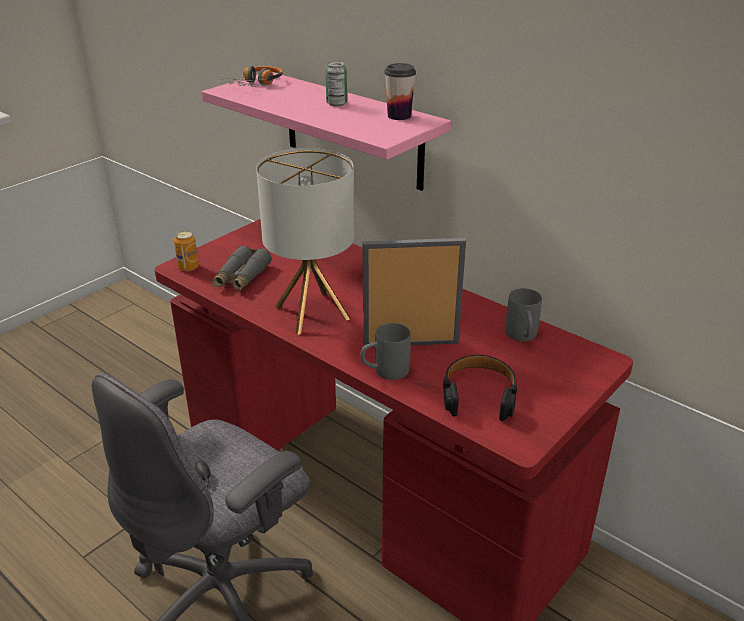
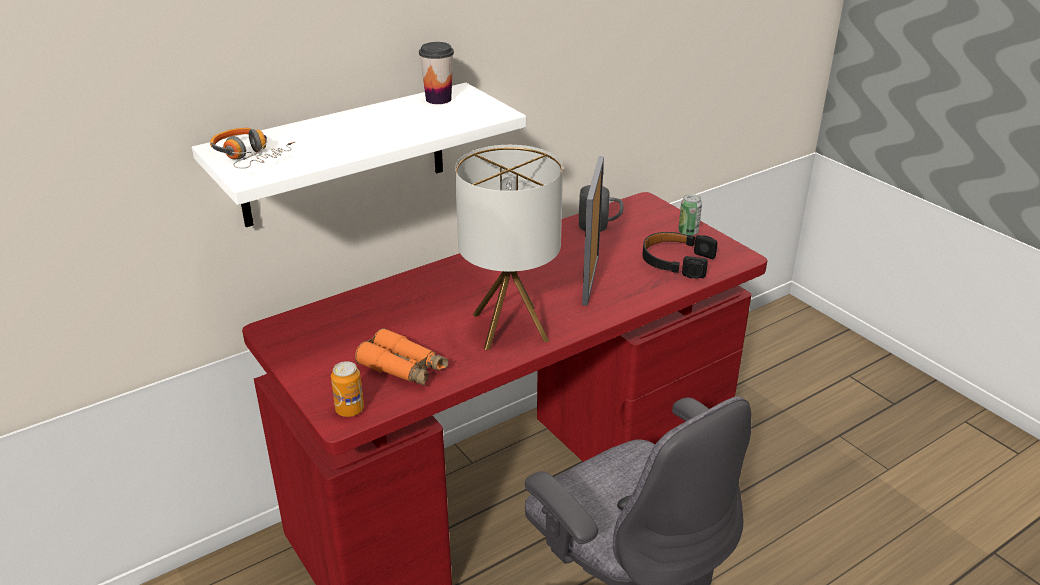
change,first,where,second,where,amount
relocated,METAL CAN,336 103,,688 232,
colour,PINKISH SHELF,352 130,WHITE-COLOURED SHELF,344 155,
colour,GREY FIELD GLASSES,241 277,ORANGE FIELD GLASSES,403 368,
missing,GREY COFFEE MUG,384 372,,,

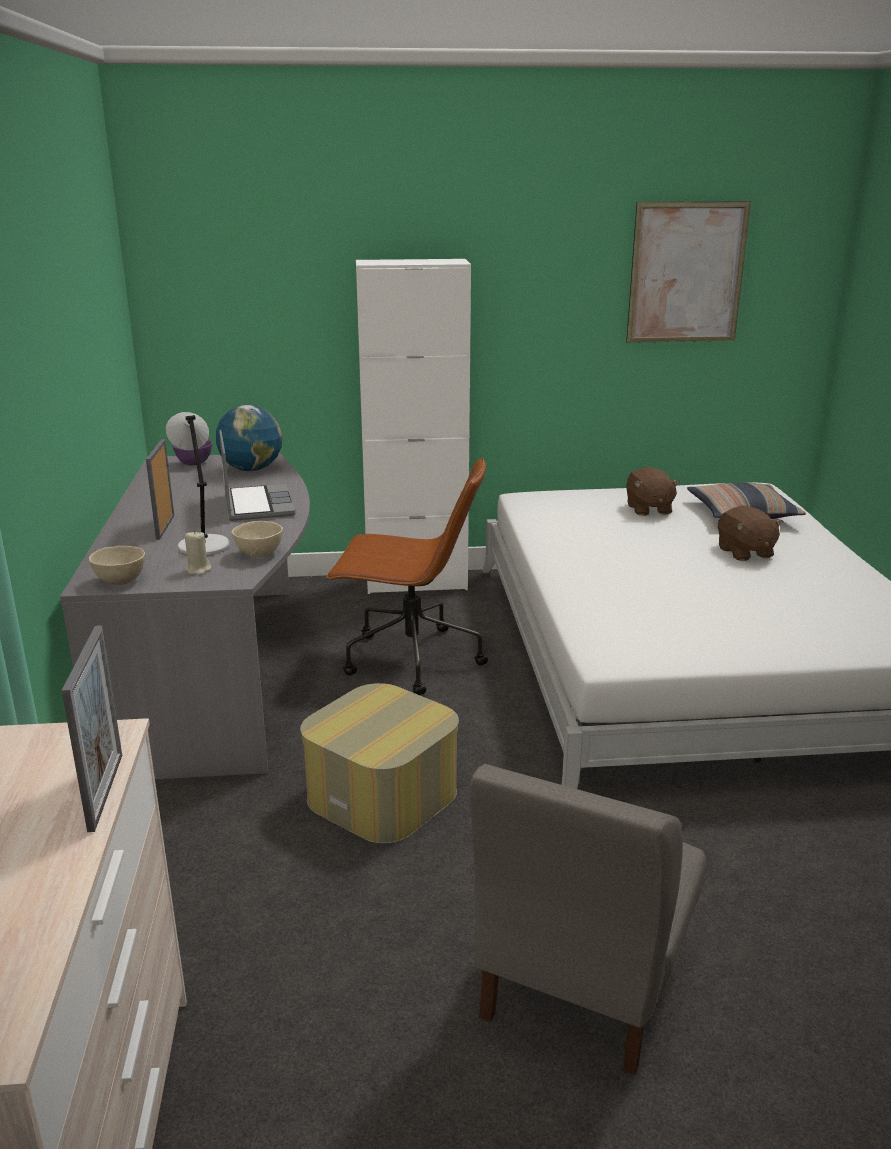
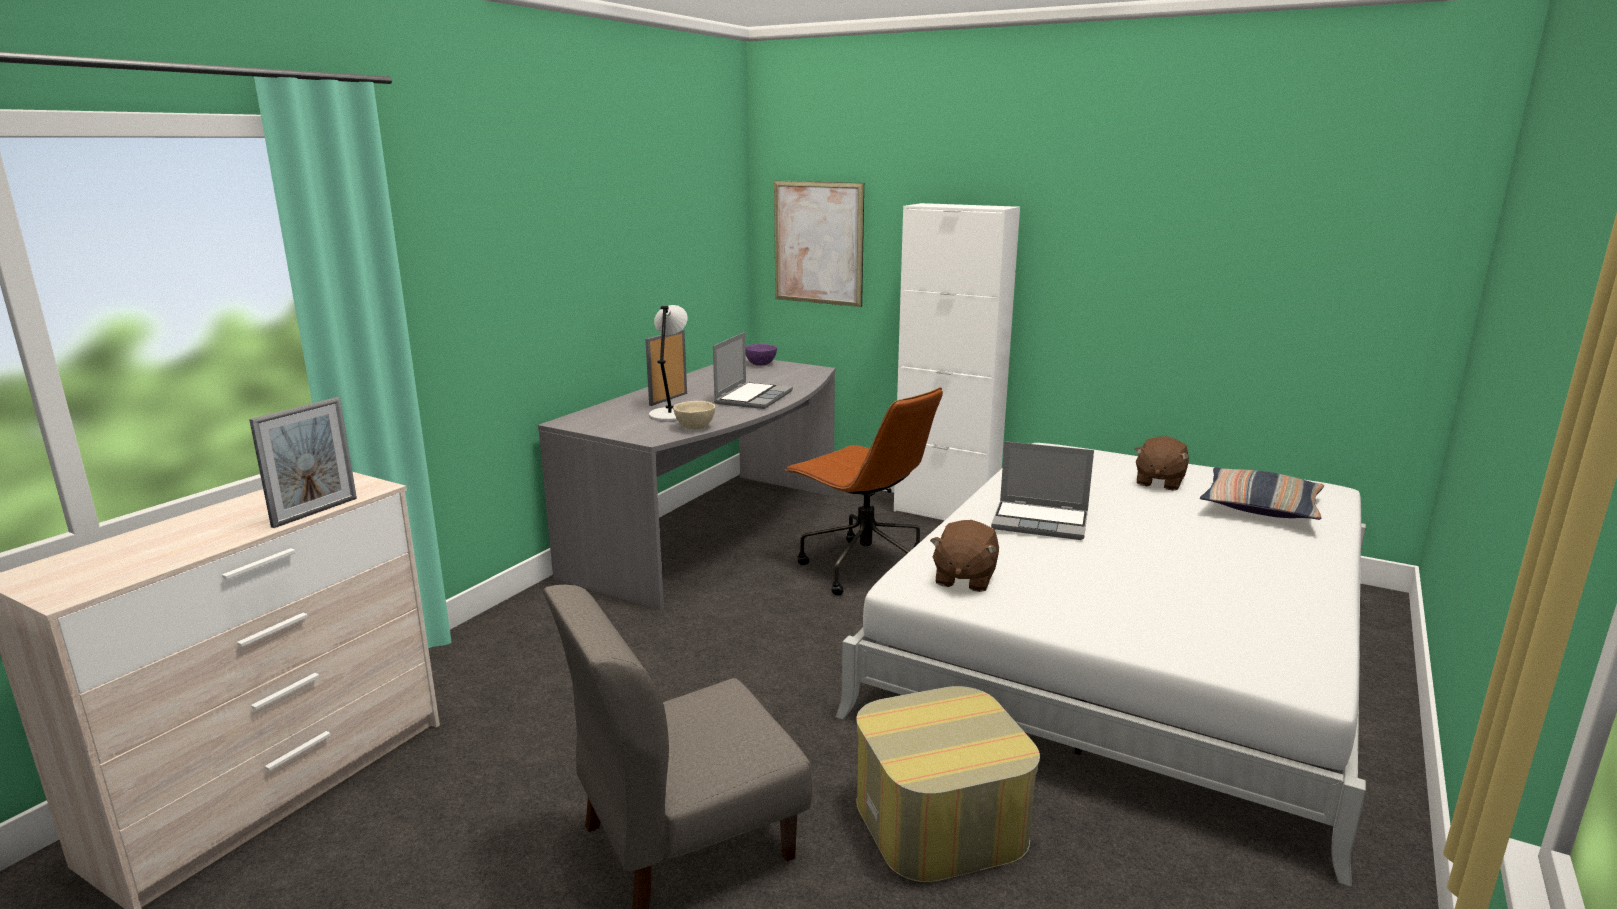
change,first,where,second,where,amount
relocated,WALL ART,686 273,,818 243,
missing,DESK GLOBE,251 469,,,
relocated,BROWN CUDDLY TOY,744 552,,964 578,
missing,BEIGE-COLOURED WAX LIGHT,198 570,,,
missing,BEIGE-COLOURED SERVING BOWL,120 581,,,
relocated,OTTOMAN,383 794,,941 819,
appeared,,,NOTEBOOK COMPUTER,1041 522,

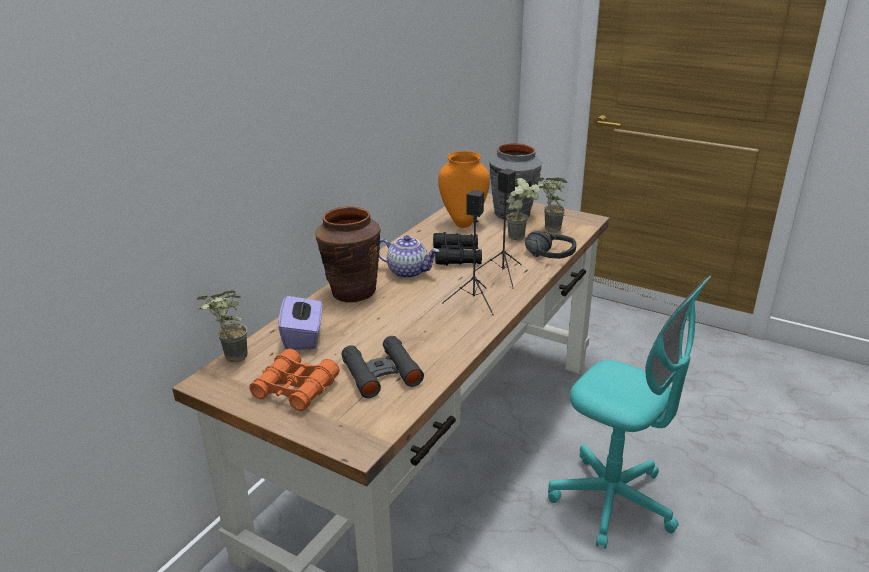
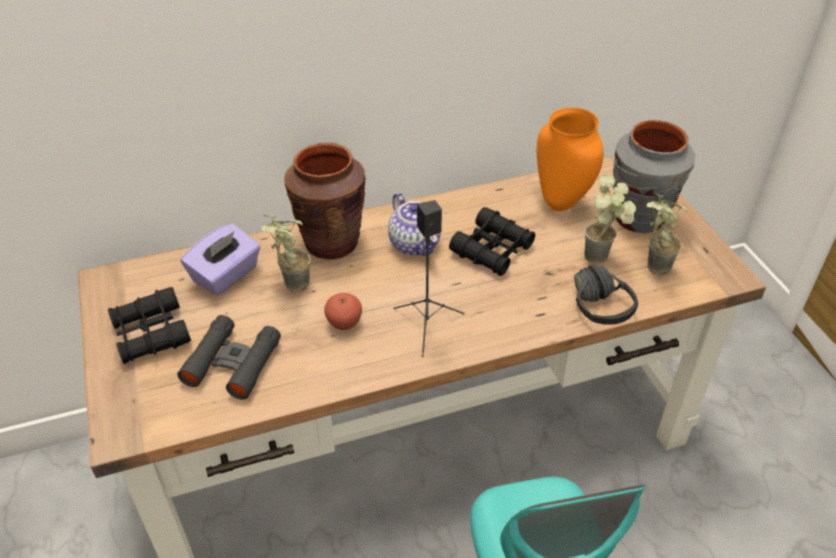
change,first,where,second,where,amount
missing,BLACK SPEAKER,503 274,,,
relocated,PLANT IN A POT,230 359,,289 284,
colour,ORANGE FIELD GLASSES,296 388,BLACK FIELD GLASSES,151 333,
appeared,,,WHOLE APPLE,344 323,

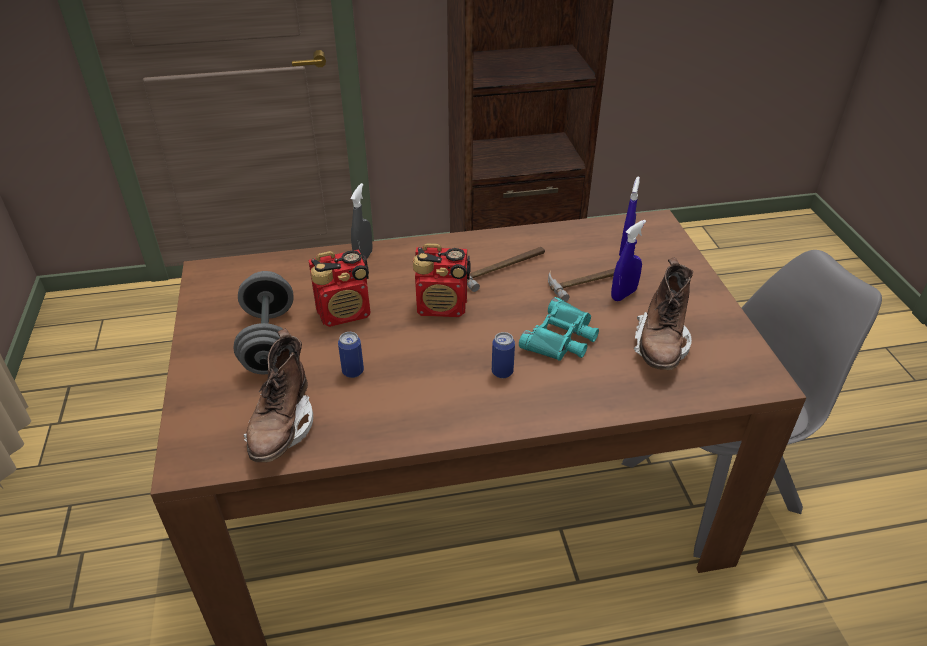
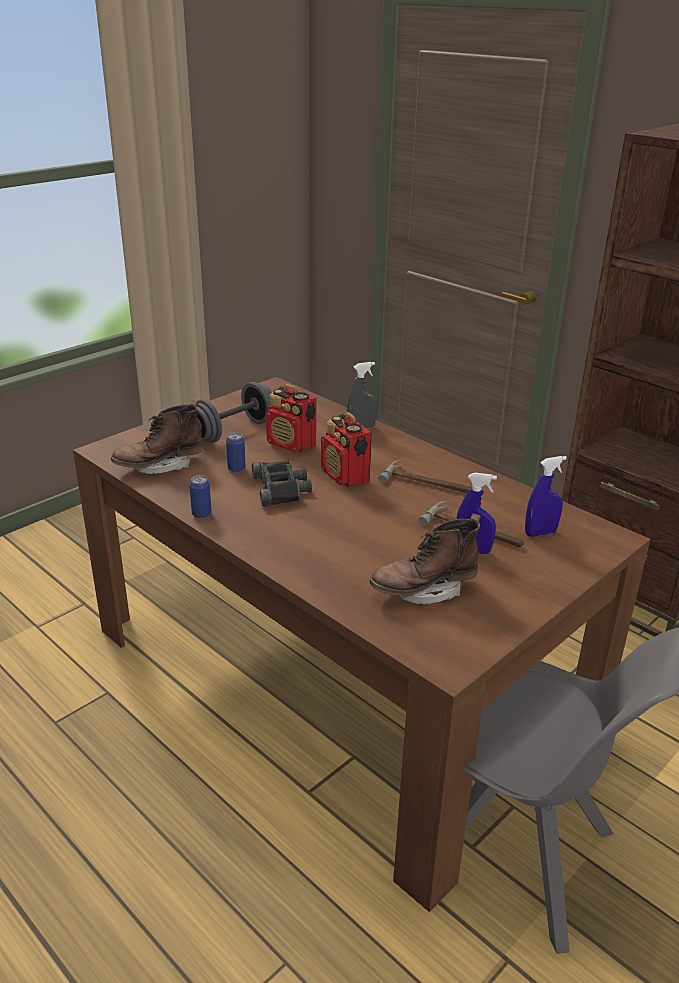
change,first,where,second,where,amount
missing,BLUE-GREEN FIELD GLASSES,561 338,,,
relocated,METAL CAN,502 372,,201 514,
appeared,,,BLACK FIELD GLASSES,281 488,

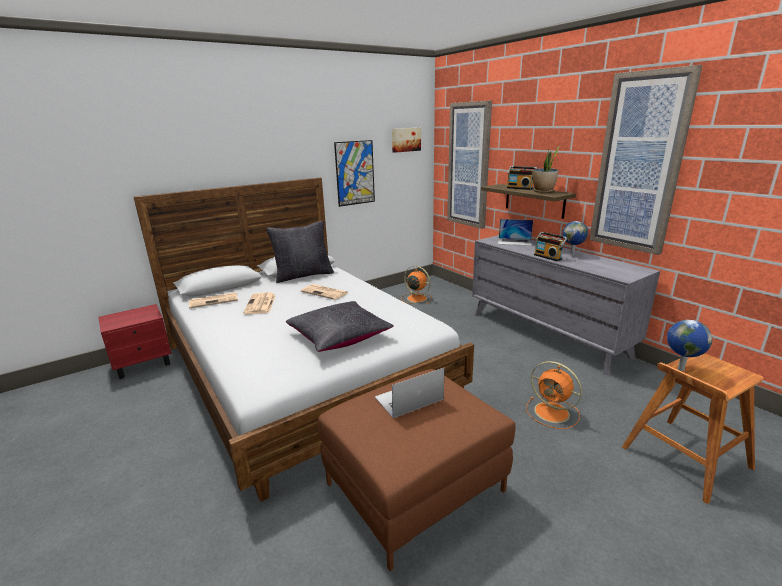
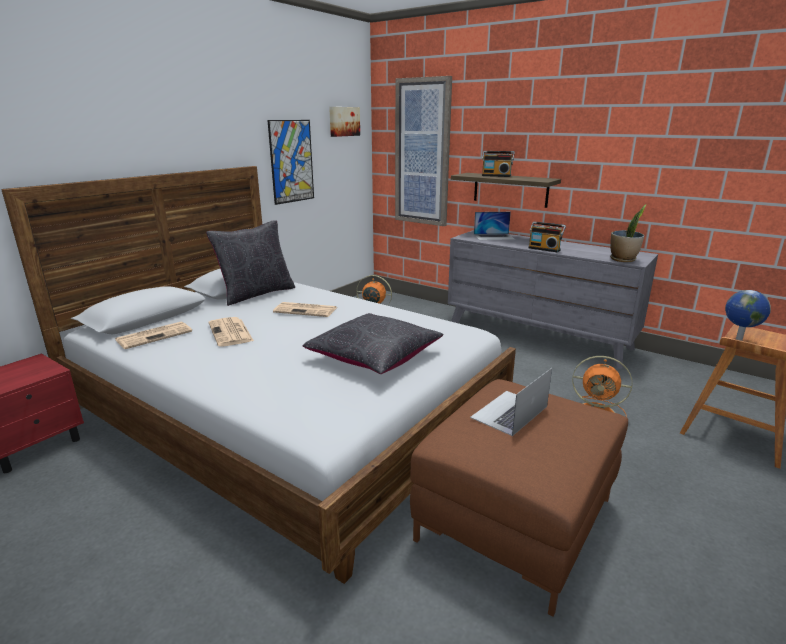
change,first,where,second,where,amount
missing,WALL ART,639 164,,,
relocated,PLANT IN A POT,543 191,,623 259,
missing,DESK GLOBE,572 255,,,

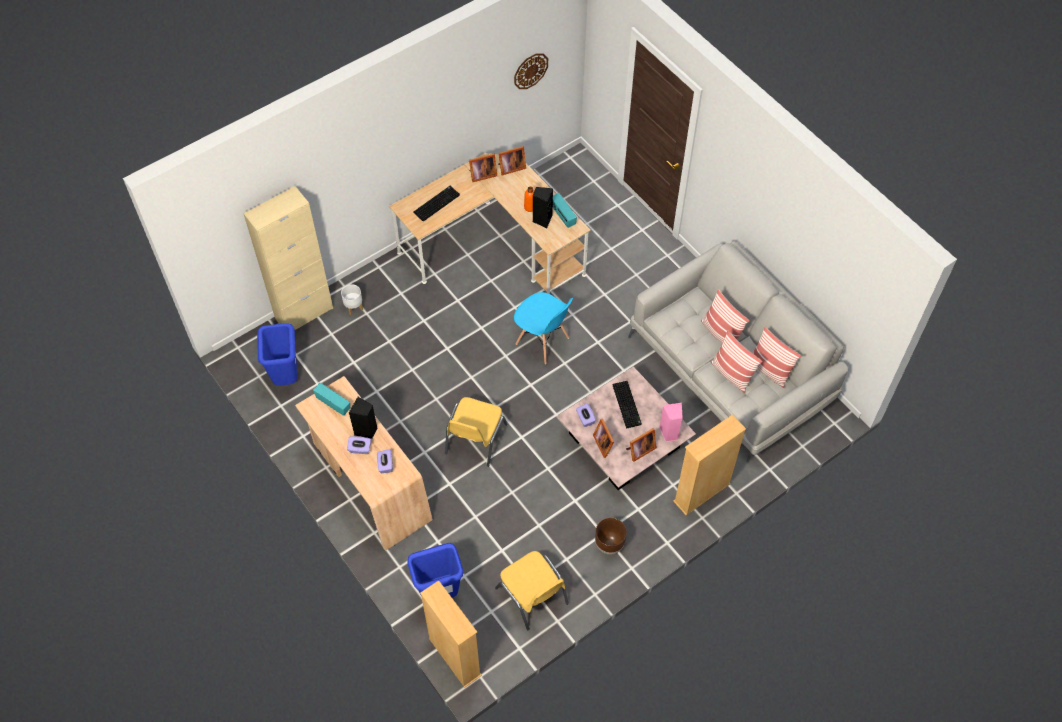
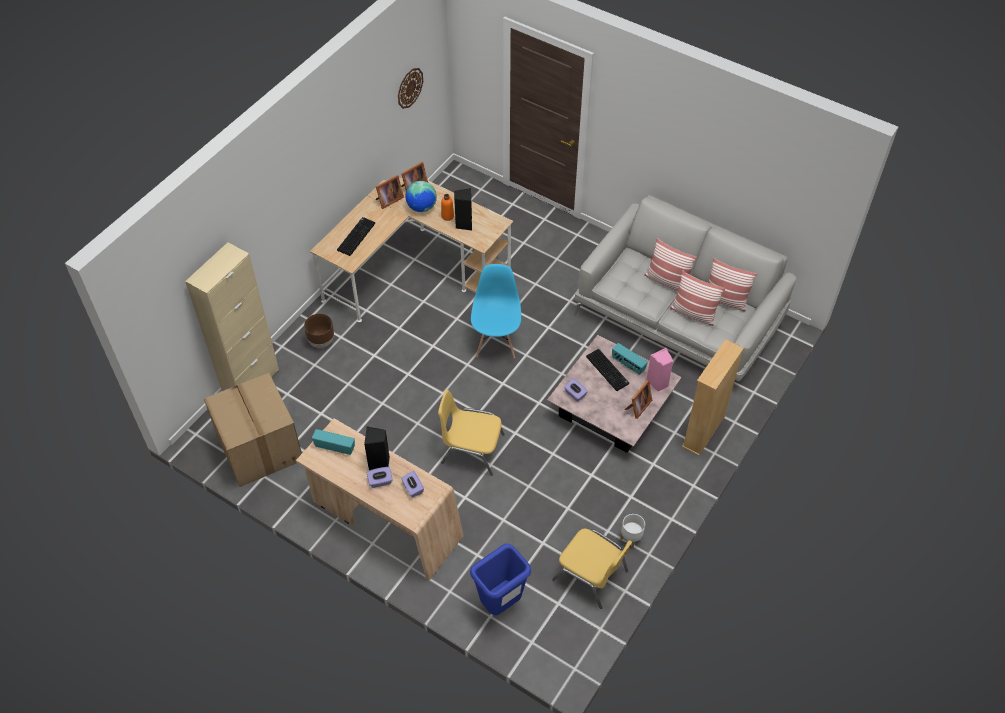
change,first,where,second,where,amount
relocated,RADIO,563 216,,628 365,
relocated,WHITE-COLOURED PLANT POT,353 307,,630 538,
spun,BLUE-COLOURED CHAIR,542 341,,496 342,105 degrees counterclockwise
exchanged,BLUE-COLOURED RUBBISH BIN,286 377,PACKING BOX,258 447,
spun,YELLOW-COLOURED CHAIR,475 439,,471 449,105 degrees clockwise
missing,STANDING FRAME,604 443,,,
relocated,BROWN PLANT POT,609 545,,321 342,
missing,BEIGE-COLOURED BOOKSHELF,455 657,,,
appeared,,,DESK GLOBE,421 207,

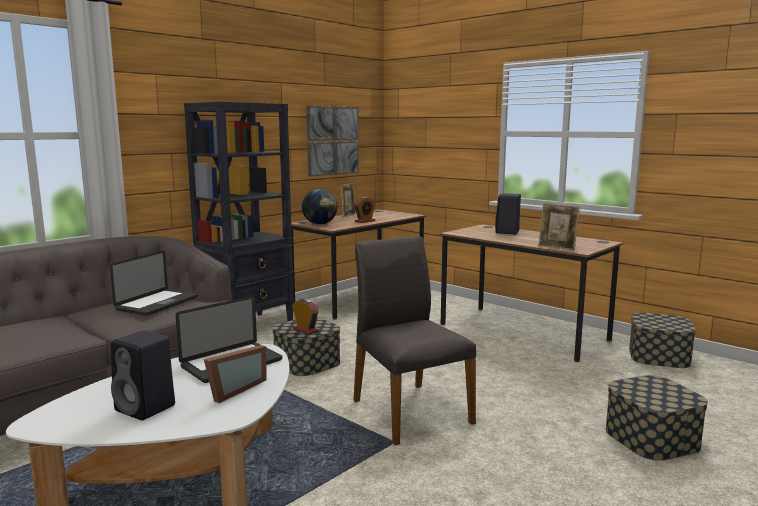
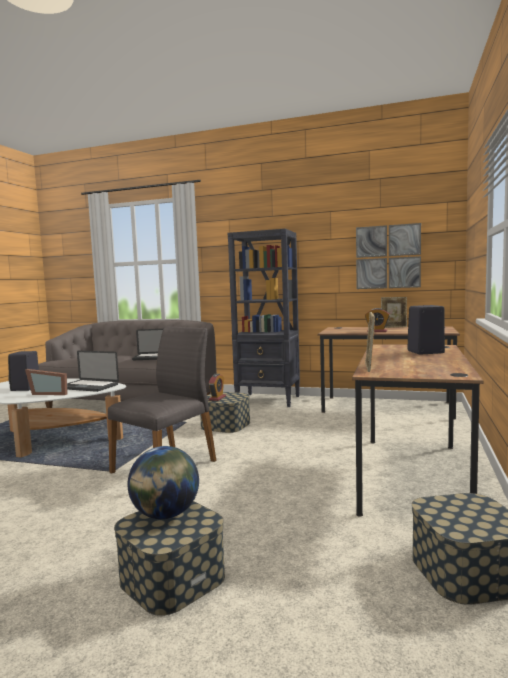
change,first,where,second,where,amount
relocated,DESK GLOBE,320 224,,165 515,

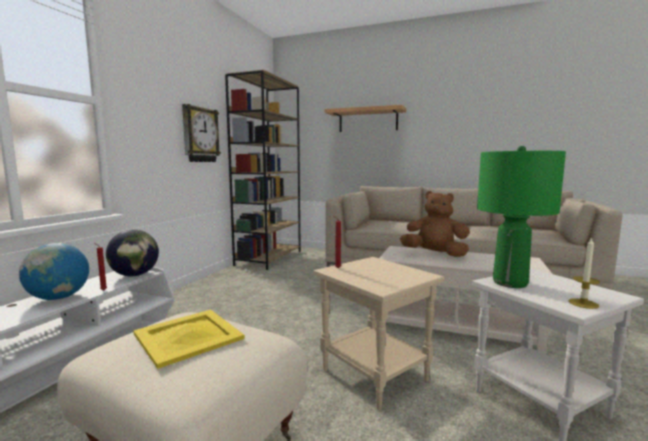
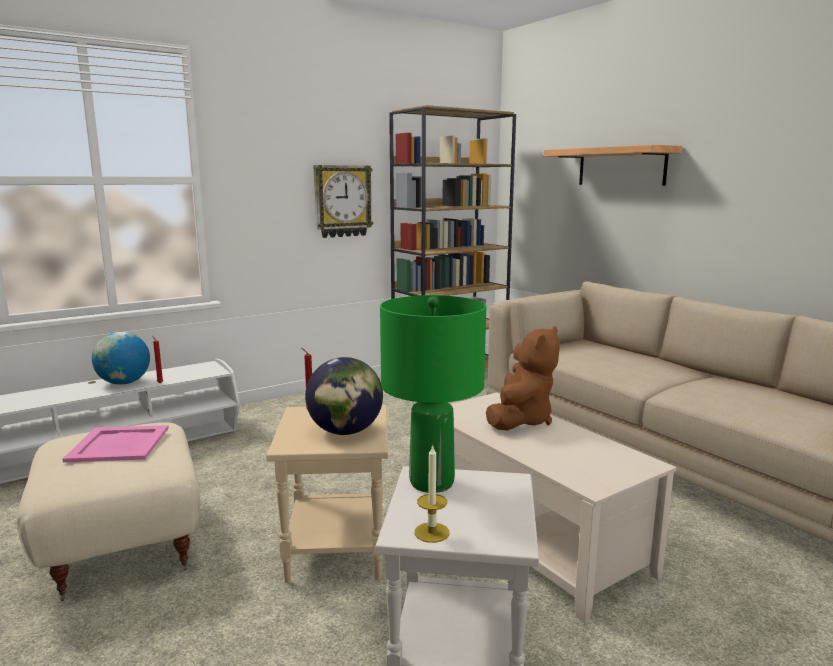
change,first,where,second,where,amount
spun,BROWN CUDDLY TOY,435 254,,520 420,60 degrees clockwise
relocated,DESK GLOBE,135 275,,345 432,
colour,YELLOW-COLOURED SERVING TRAY,189 336,PINKISH SERVING TRAY,119 444,

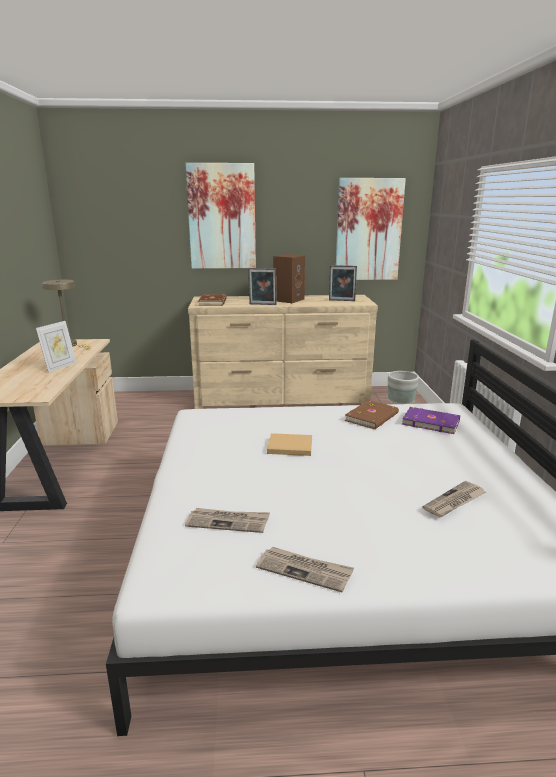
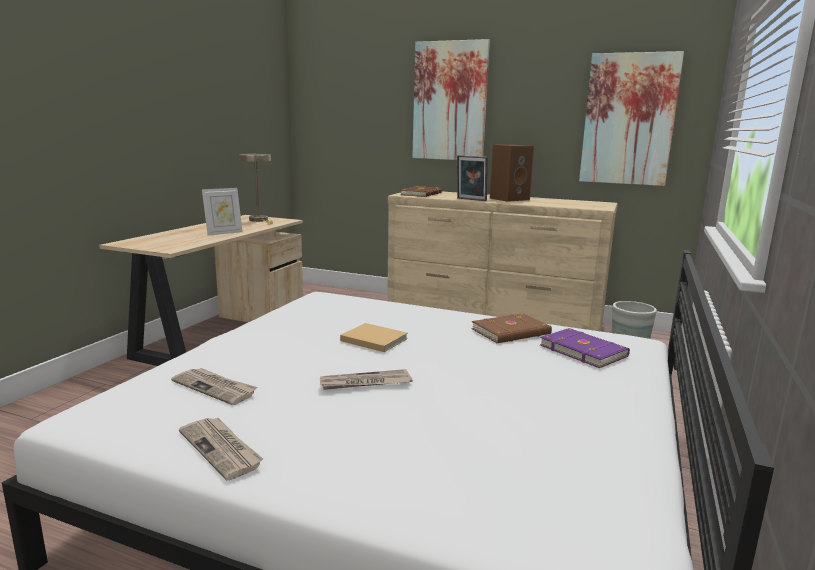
change,first,where,second,where,amount
missing,STANDING FRAME,341 300,,,
relocated,PRINTED PAPER,454 501,,365 383,

